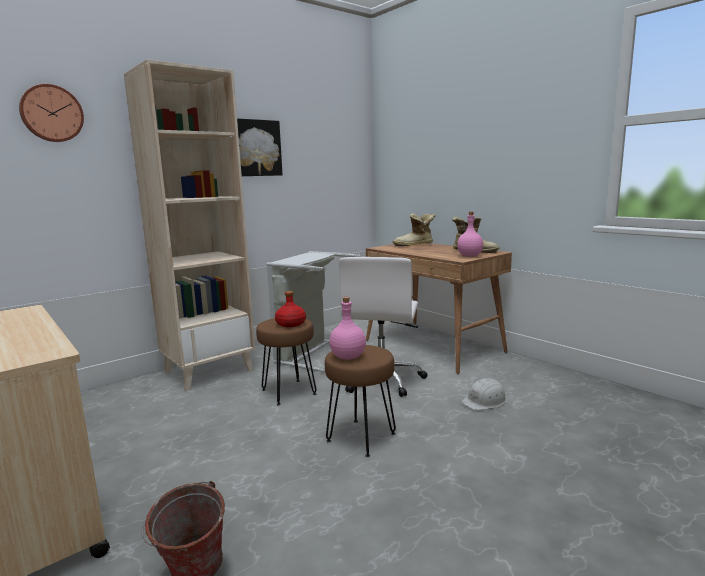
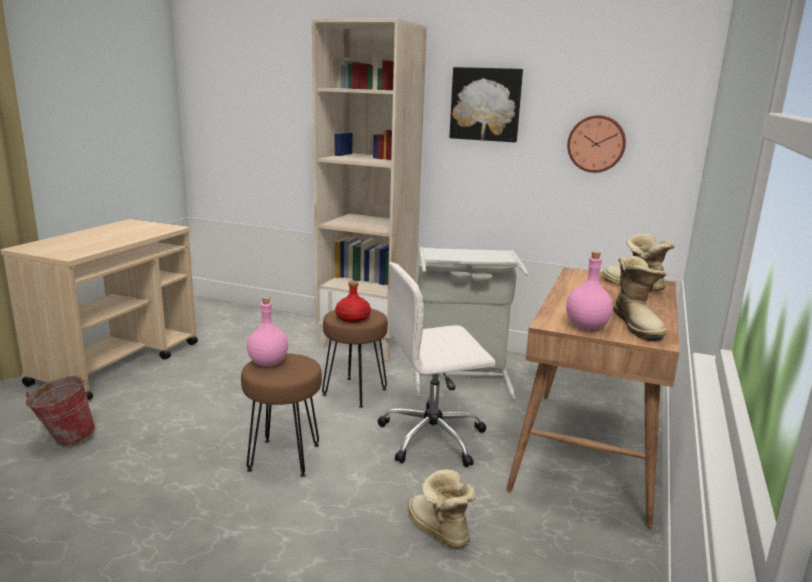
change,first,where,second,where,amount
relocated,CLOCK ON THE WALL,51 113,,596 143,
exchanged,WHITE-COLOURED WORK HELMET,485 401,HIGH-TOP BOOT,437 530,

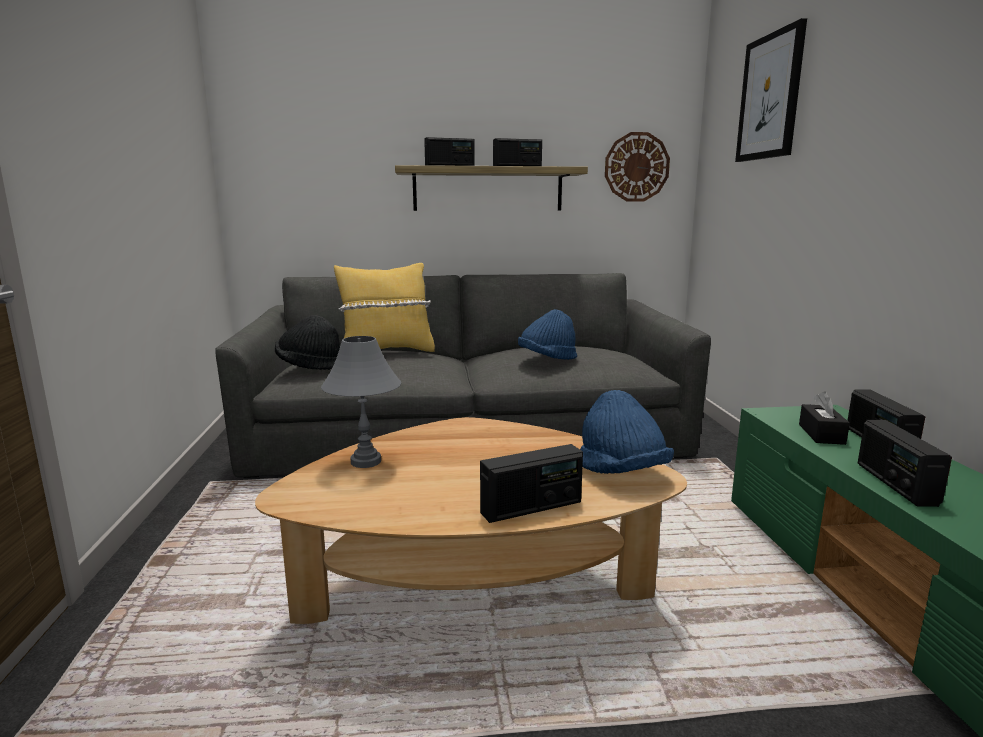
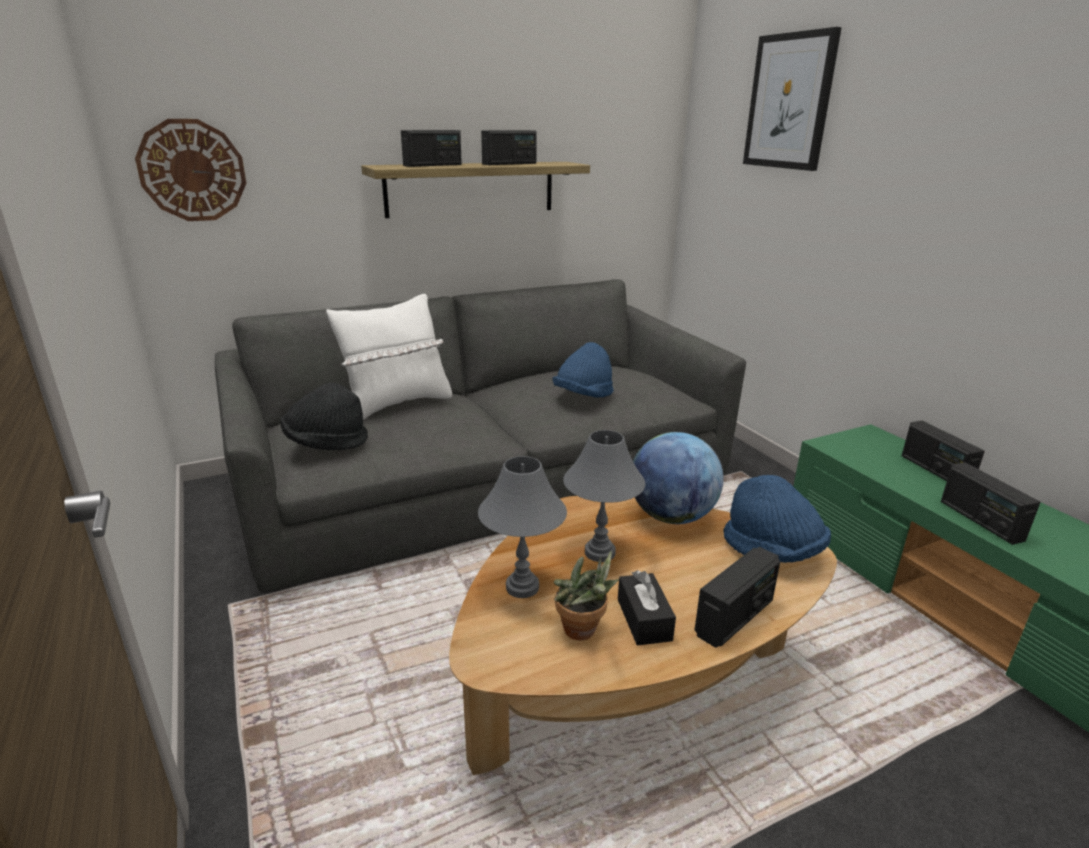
change,first,where,second,where,amount
relocated,CLOCK ON THE WALL,636 167,,192 171,
colour,YELLOW-COLOURED PILLOW,386 352,WHITE-COLOURED PILLOW,396 404,
relocated,BLACK TISSUE HOLDER,821 434,,644 619,
appeared,,,GREY TABLE LAMP,600 553,
appeared,,,DESK GLOBE,671 516,
appeared,,,PLANT IN A POT,583 632,

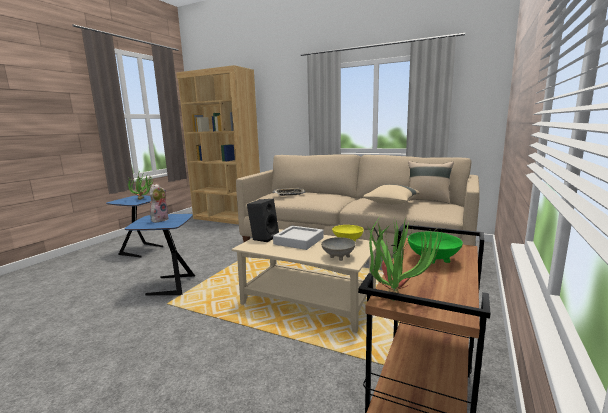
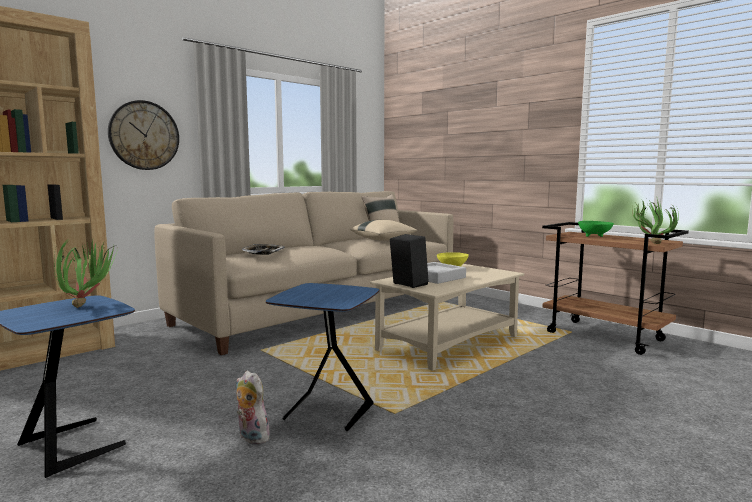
change,first,where,second,where,amount
relocated,CUDDLY TOY,159 219,,251 437,
missing,GREY SERVING BOWL,338 256,,,
appeared,,,CLOCK ON THE WALL,144 135,

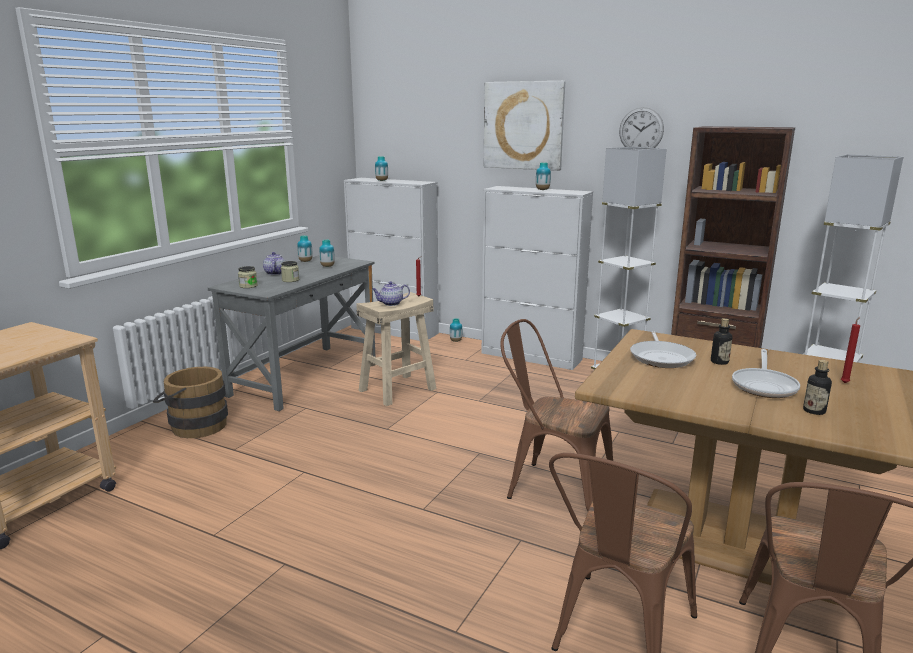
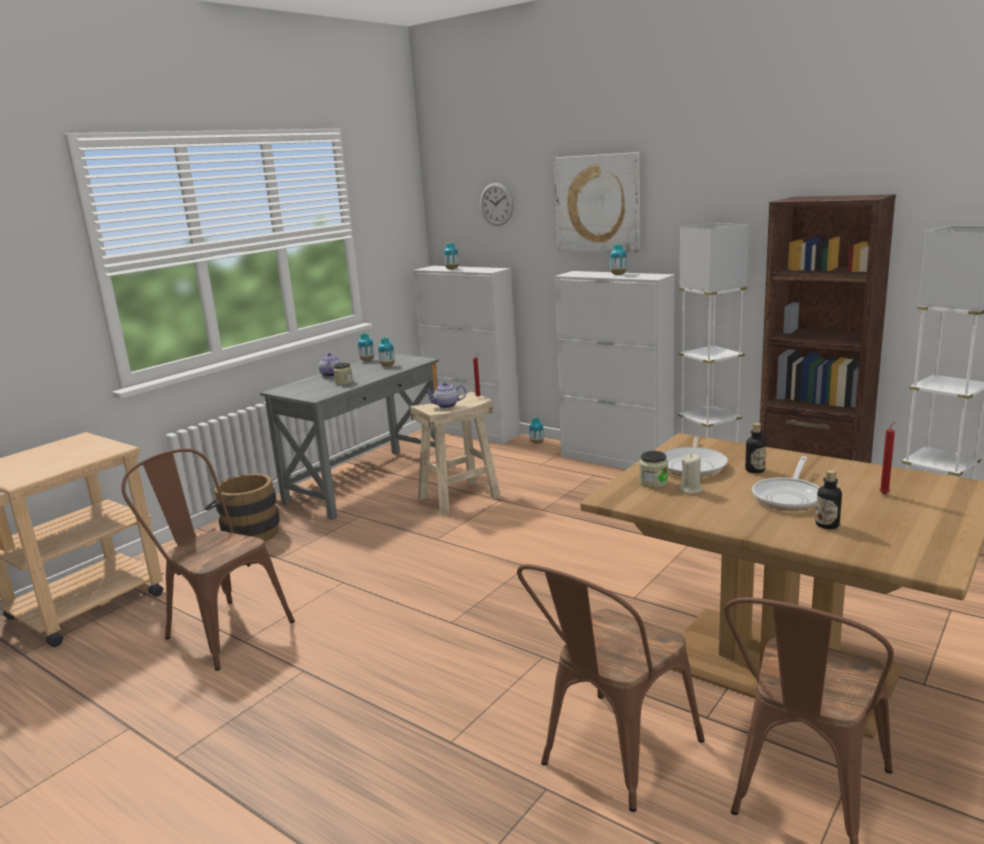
change,first,where,second,where,amount
relocated,CLOCK ON THE WALL,641 130,,496 204,
relocated,STORAGE JAR,248 286,,653 483,
relocated,BROWN CHAIR,552 487,,221 628,
appeared,,,BEIGE-COLOURED WAX LIGHT,691 490,

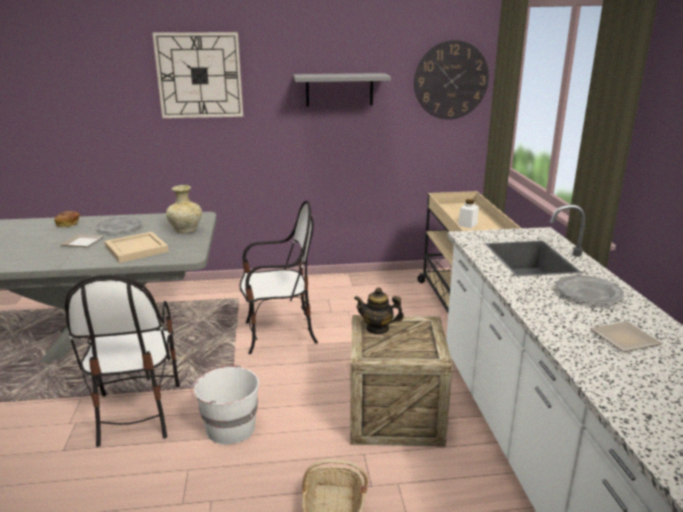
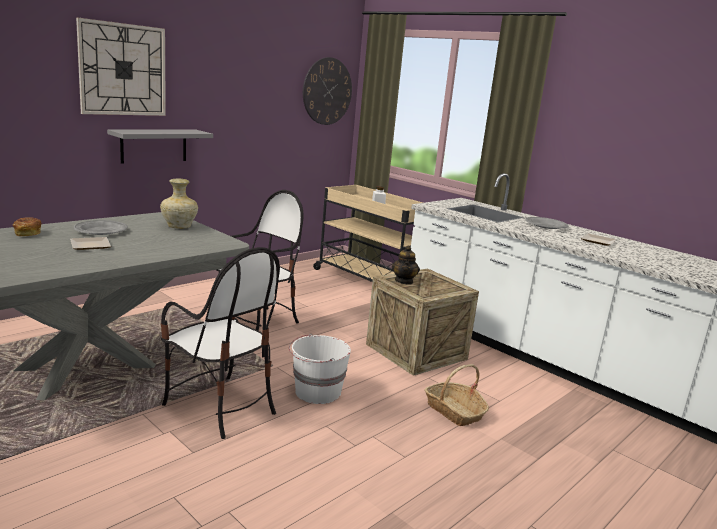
change,first,where,second,where,amount
relocated,GREY SHELF,339 89,,154 145,
missing,BEIGE-COLOURED SERVING TRAY,135 249,,,
spun,POT FOR TEA,377 329,,404 281,60 degrees counterclockwise

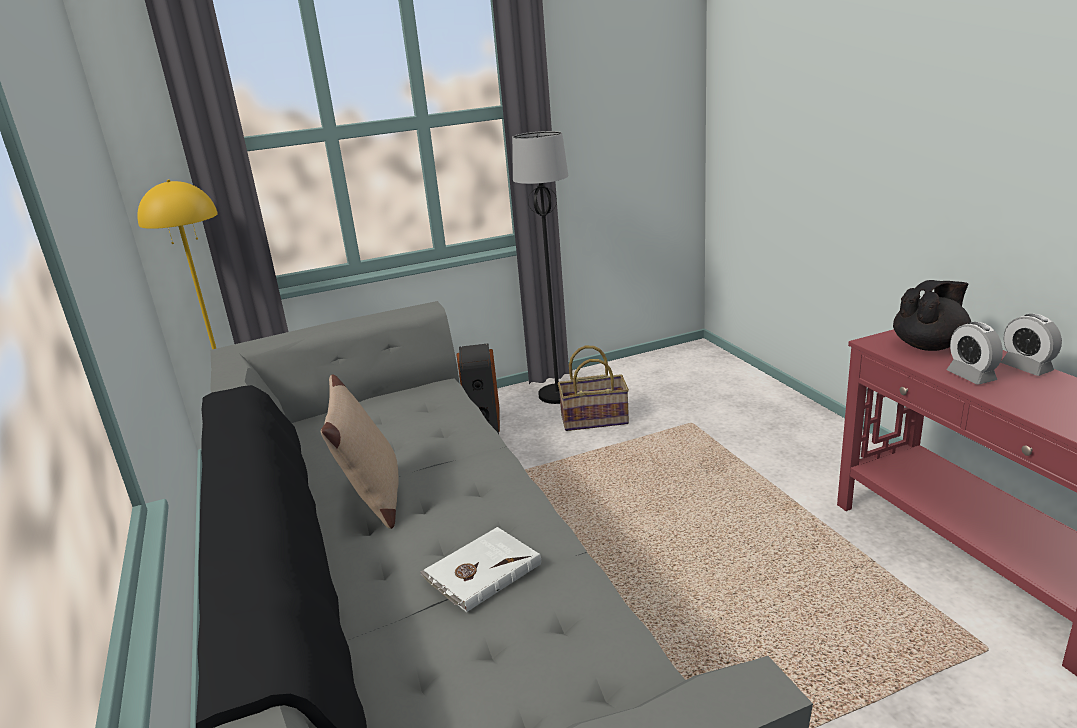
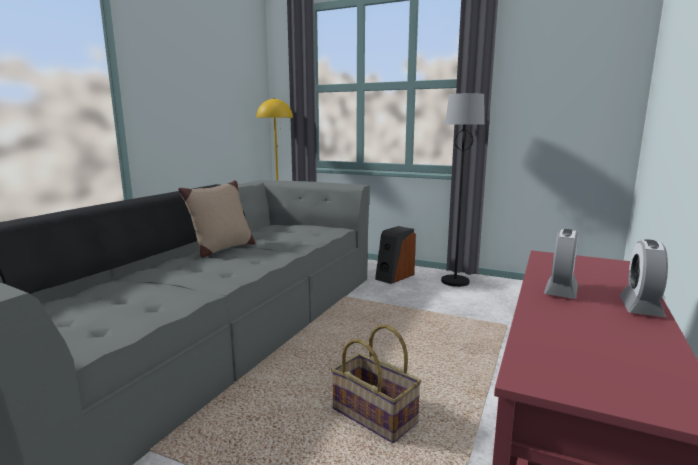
change,first,where,second,where,amount
missing,BLACK POT FOR TEA,929 346,,,
relocated,HOUSEHOLD BASKET,594 419,,375 415,
missing,WHITE-COLOURED BOUND BOOK,481 571,,,

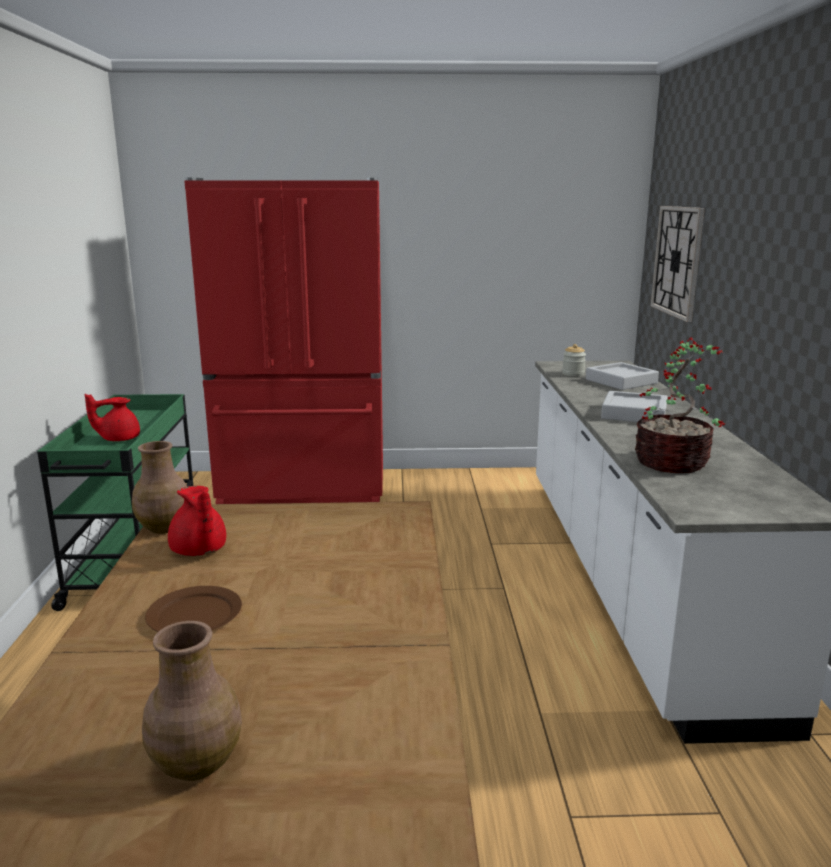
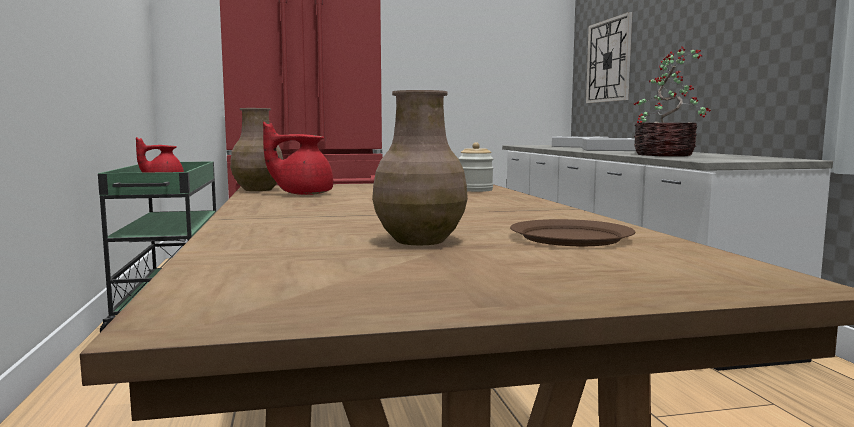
change,first,where,second,where,amount
relocated,STORAGE JAR,573 373,,475 190,
spun,REDDISH POT FOR TEA,198 551,,303 194,120 degrees clockwise
relocated,BROWN PLATE,194 615,,570 237,

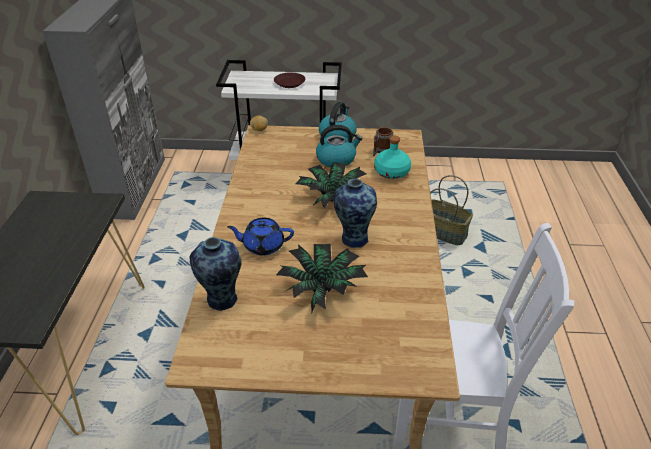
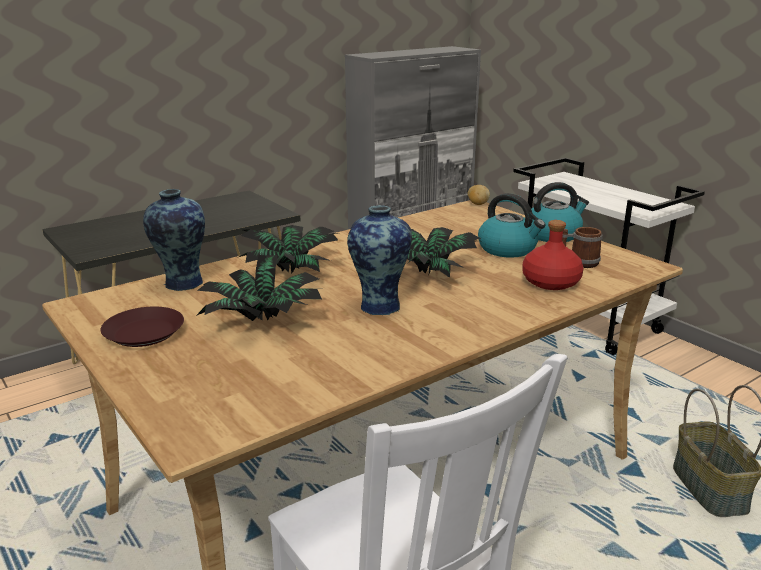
change,first,where,second,where,amount
relocated,BROWN PLATE,289 83,,145 333,
colour,BLUE-GREEN DRINK BOTTLE,391 172,REDDISH DRINK BOTTLE,550 282,
exchanged,BLUE-COLOURED POT FOR TEA,263 246,PLANT IN A POT,291 270,

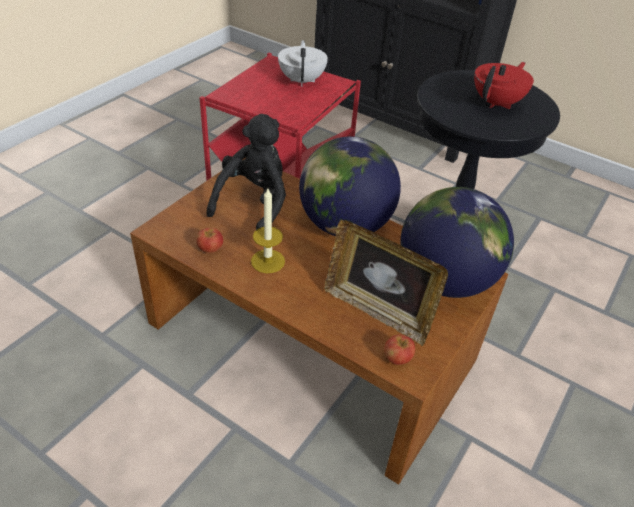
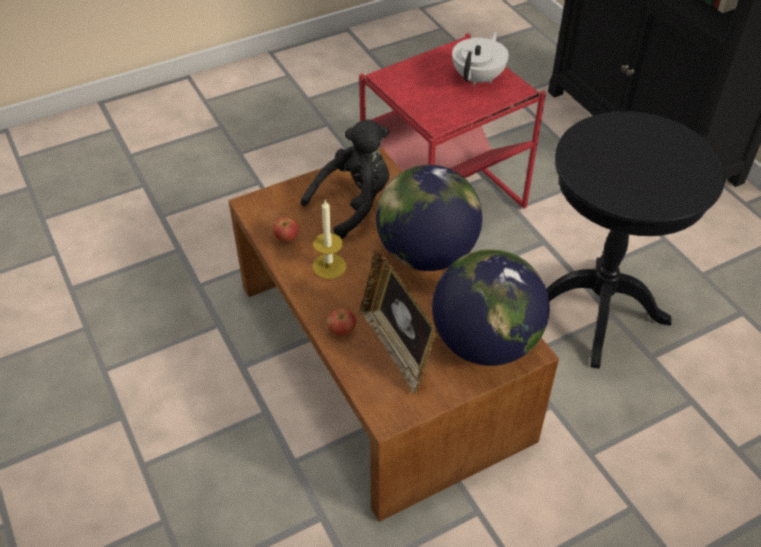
change,first,where,second,where,amount
missing,REDDISH POT FOR TEA,497 103,,,
relocated,WHOLE APPLE,397 358,,341 330,

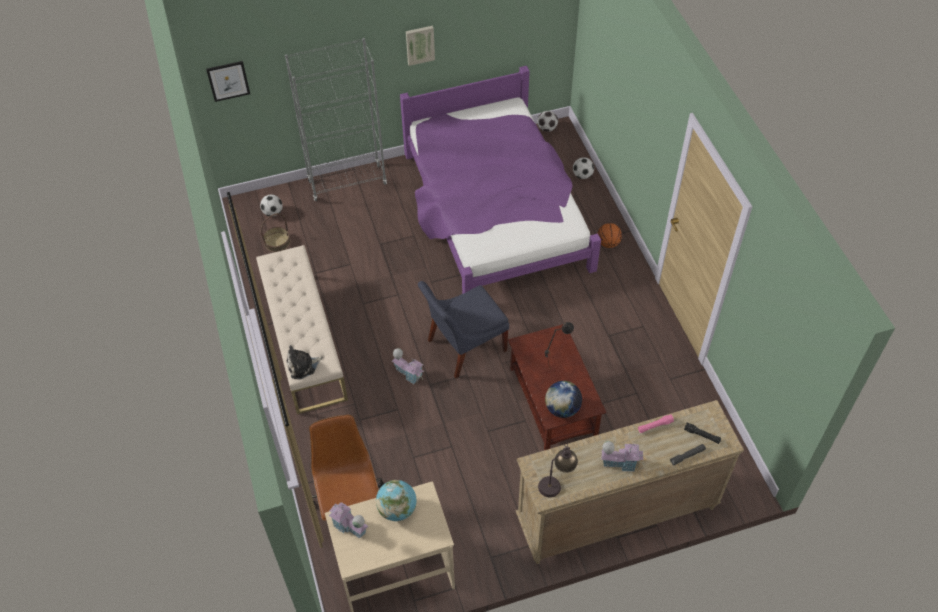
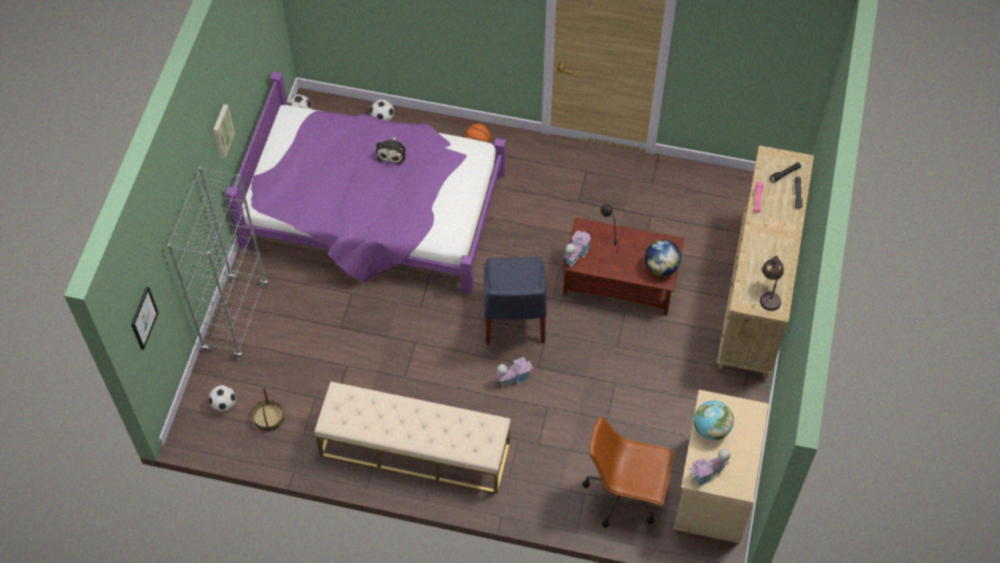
change,first,where,second,where,amount
relocated,CUDDLY TOY,303 366,,392 153,
relocated,MODEL HOUSE,620 463,,576 254,

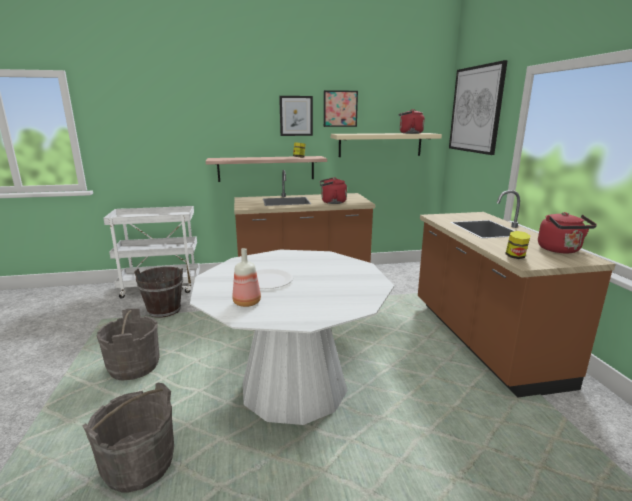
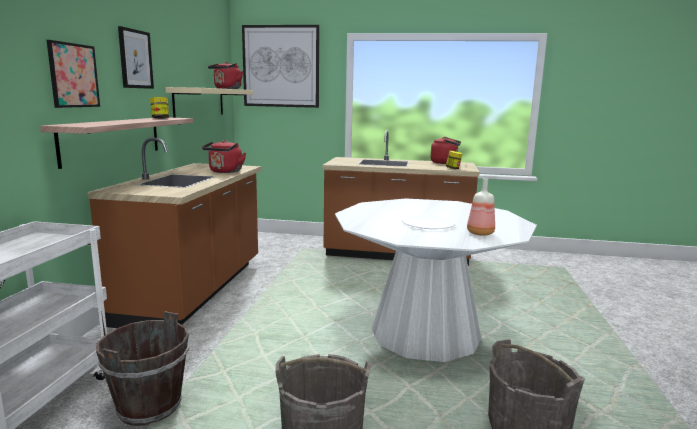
change,first,where,second,where,amount
relocated,WALL ART,340 108,,74 75,

